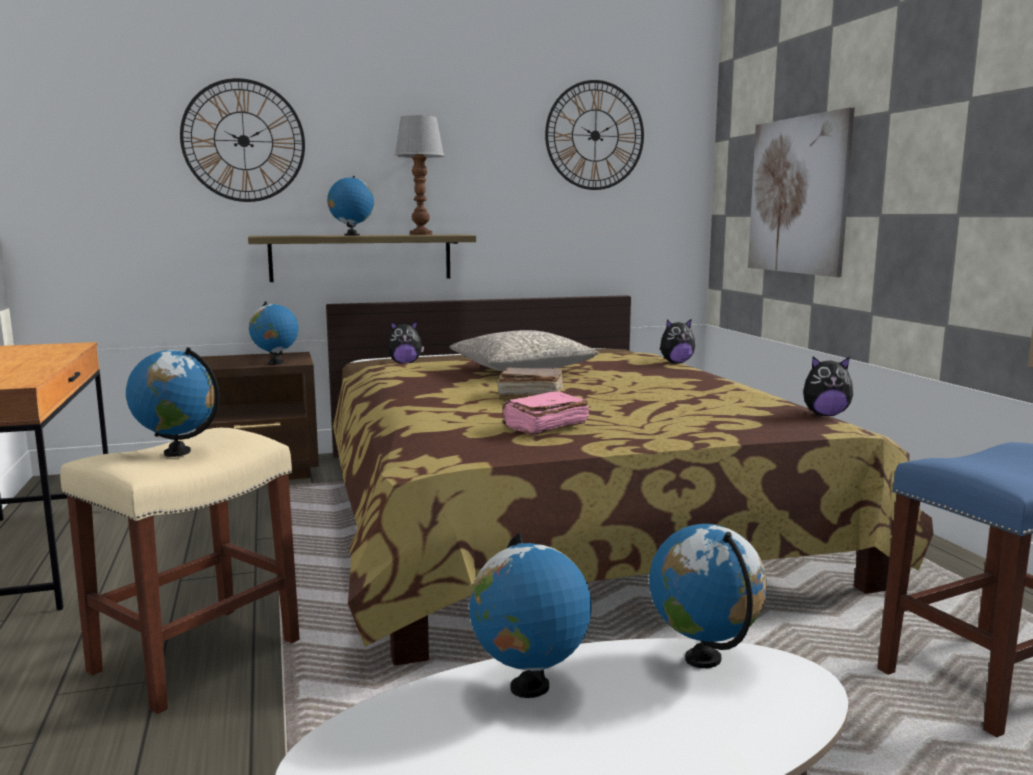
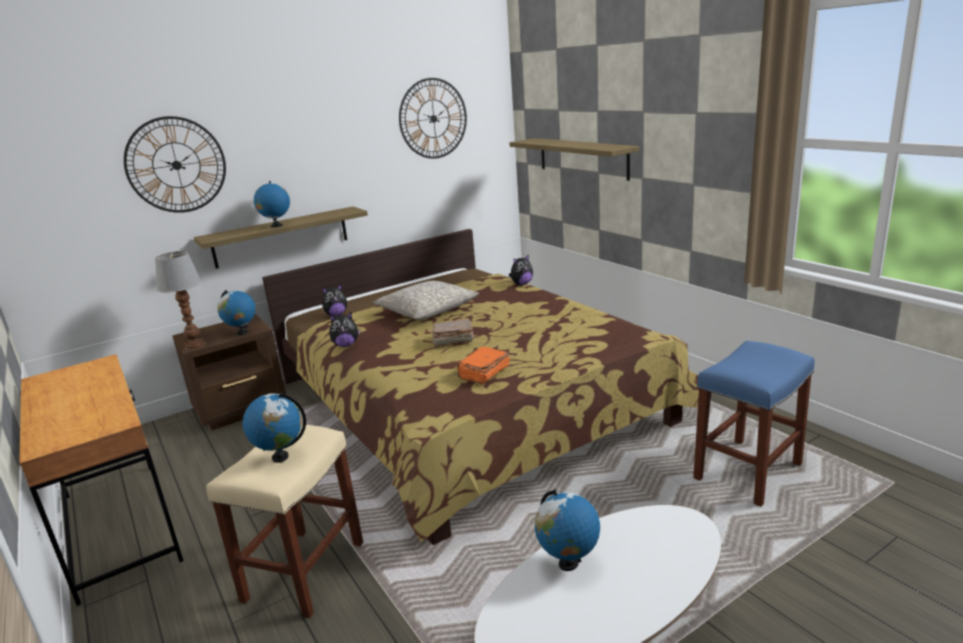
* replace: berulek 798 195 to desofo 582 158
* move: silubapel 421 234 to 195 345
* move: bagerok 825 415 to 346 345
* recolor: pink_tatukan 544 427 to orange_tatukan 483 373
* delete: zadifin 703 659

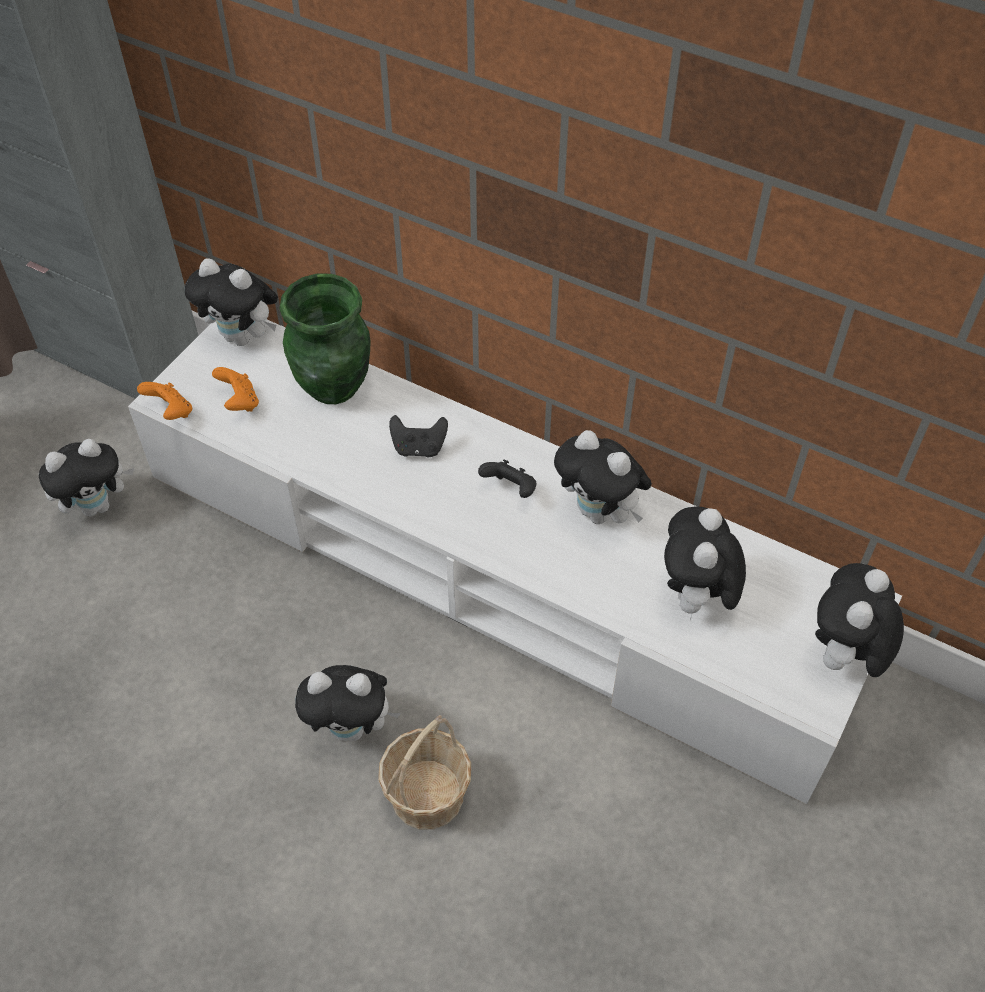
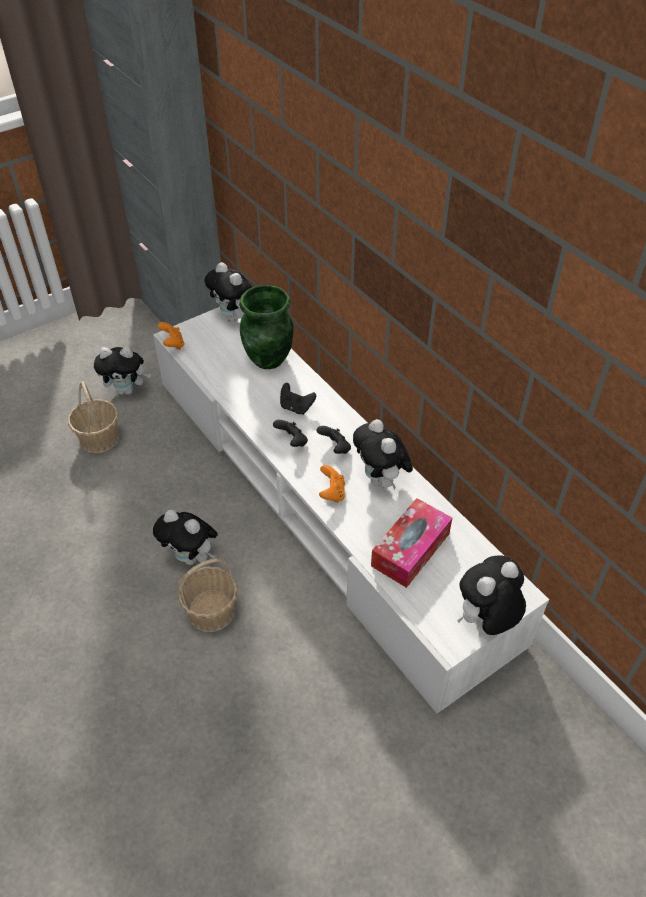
* move: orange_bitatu 239 402 to 332 493
* replace: bagerok 695 598 to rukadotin 410 549
* insert: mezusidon 99 438
* insert: black_bitatu 292 441

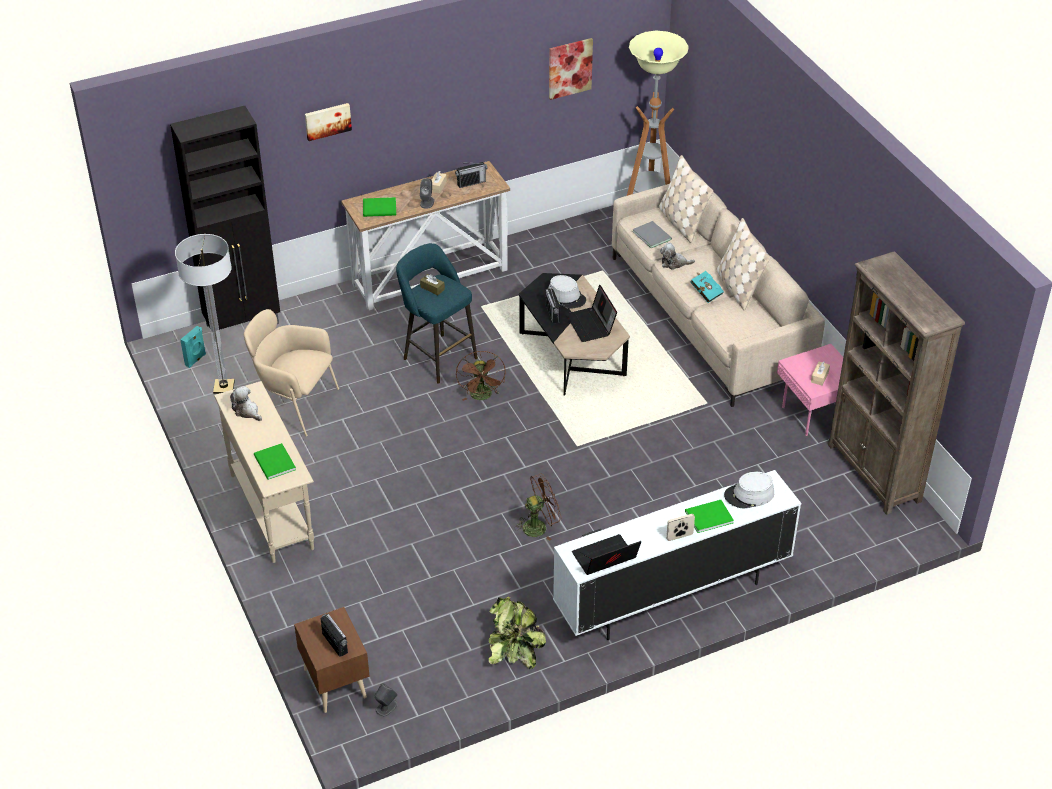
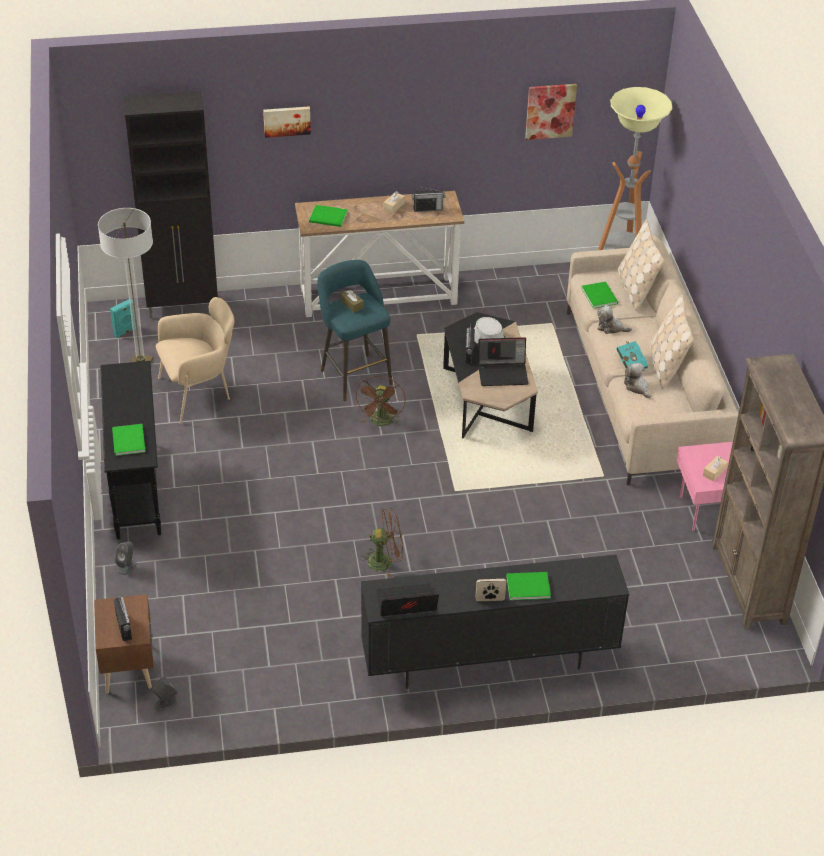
* move: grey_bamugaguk 427 202 to 127 566
* recolor: grey_tatukan 652 235 to green_tatukan 599 295
* rotate: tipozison 591 325 = 503 373 90 degrees counterclockwise
* rotate: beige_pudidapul 294 404 = 199 392 120 degrees clockwise
* recolor: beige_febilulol 272 511 to black_febilulol 137 489
* move: bagerok 247 411 to 637 387
* recolor: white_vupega 671 596 to black_vupega 487 661
* delete: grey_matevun 749 495
* delete: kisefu 513 649

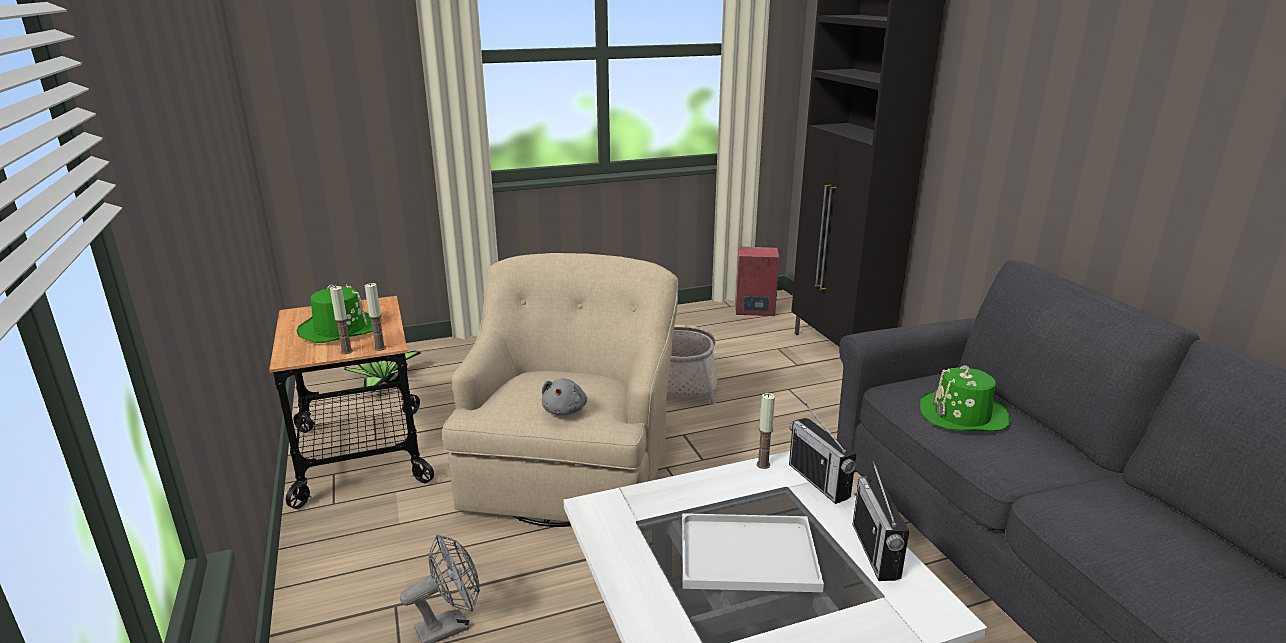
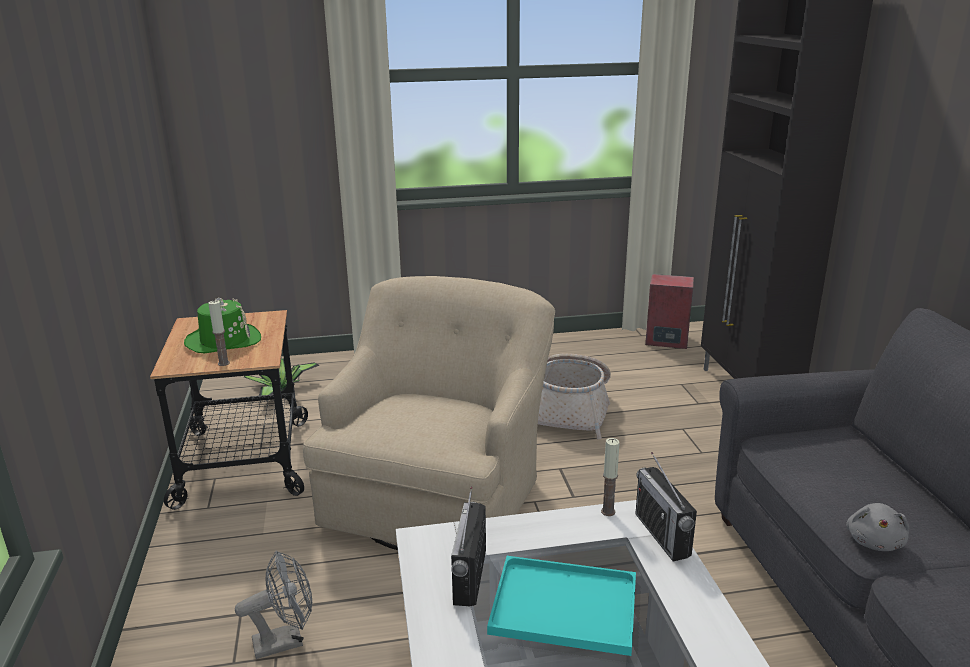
* delete: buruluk 380 348
* delete: green_matevun 963 415
* move: grey_bagerok 565 410 to 874 541
* move: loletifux 875 551 to 470 576
* recolor: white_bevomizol 745 555 to turquoise_bevomizol 561 607

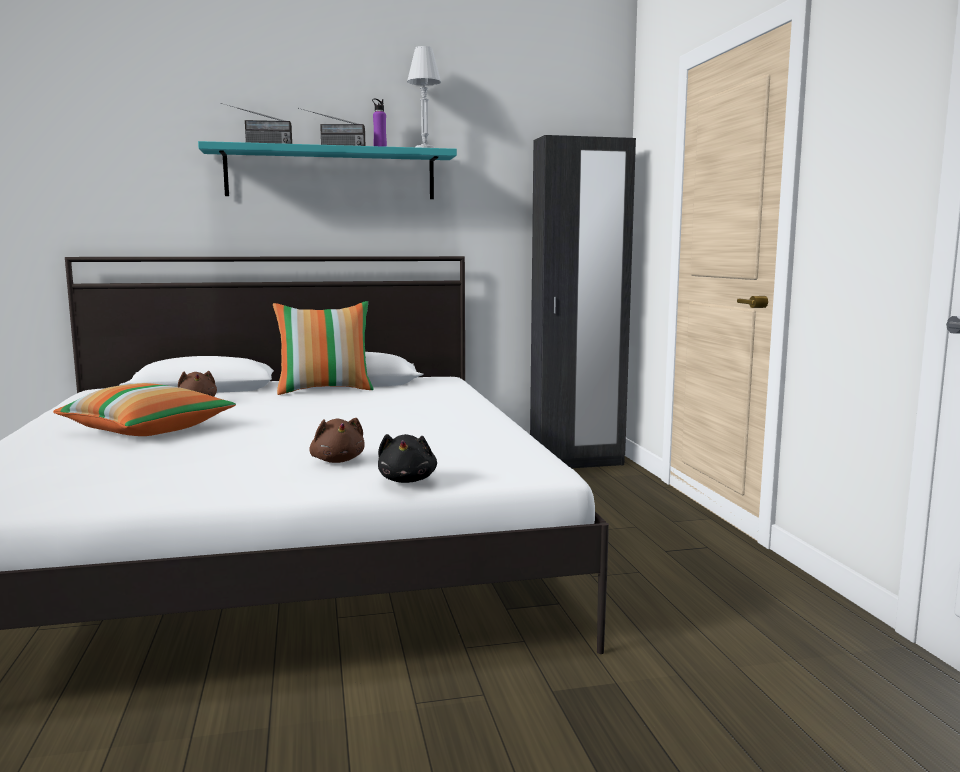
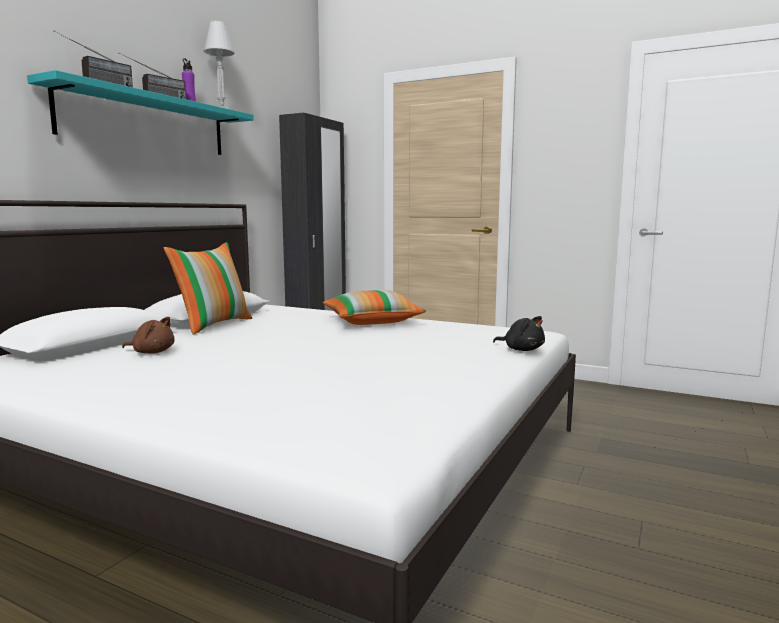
* move: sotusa 148 430 to 372 322
* delete: brown_bagerok 337 460

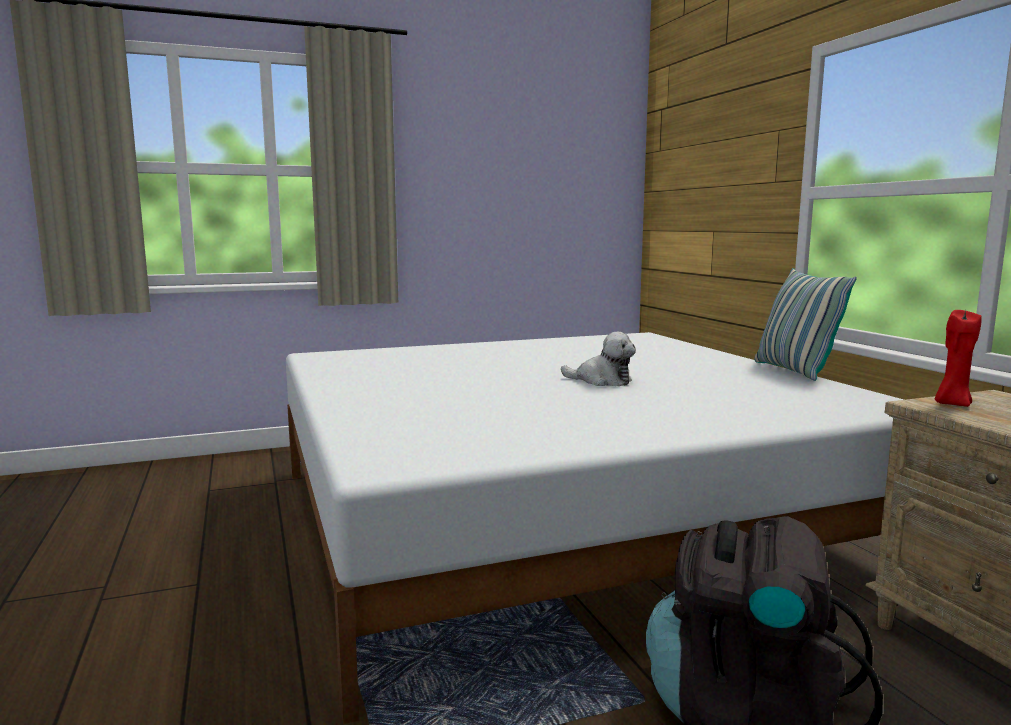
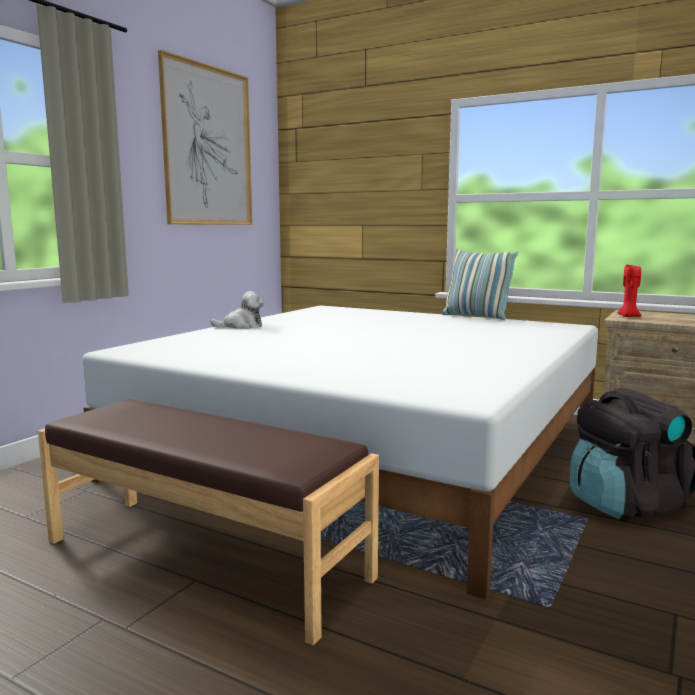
* move: bagerok 601 381 to 241 326
* insert: berulek 208 146
* insert: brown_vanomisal 205 558

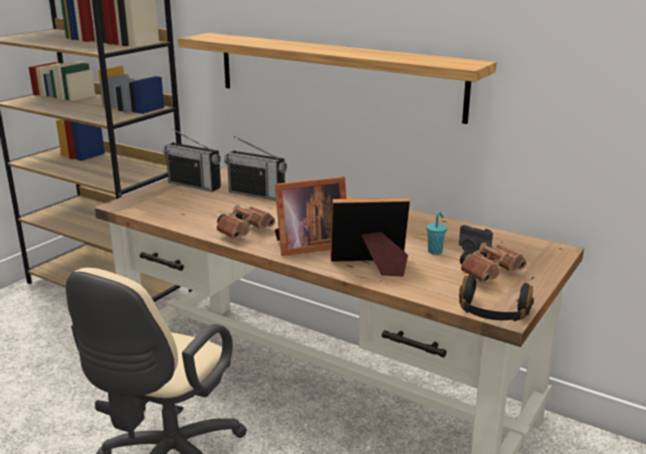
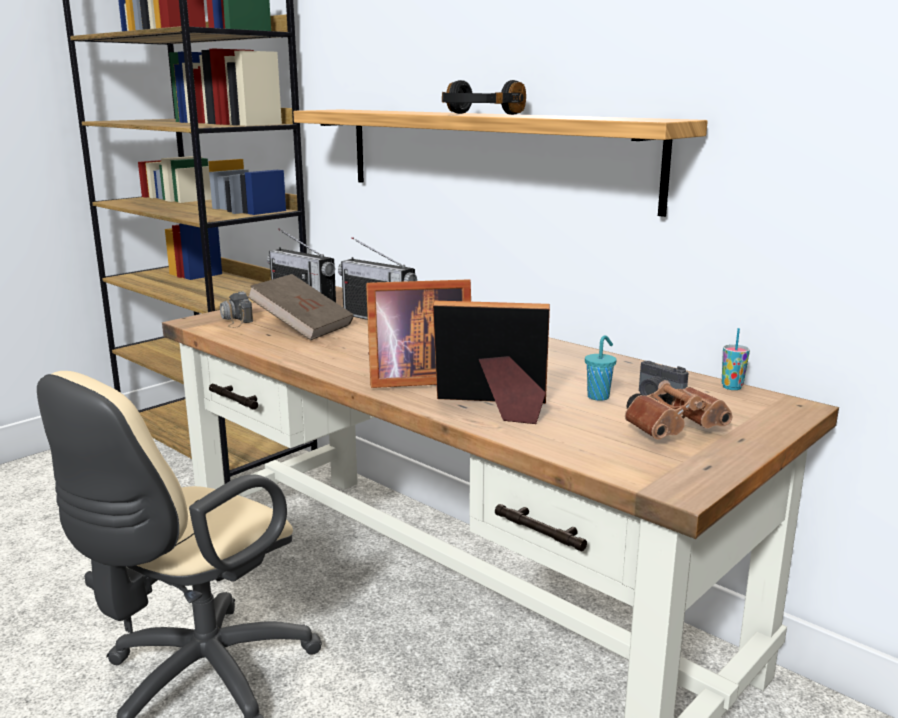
* delete: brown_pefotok 245 232
* move: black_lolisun 493 314 to 479 114
* insert: brown_tatukan 302 327
* insert: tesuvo 235 319
* insert: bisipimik 732 387

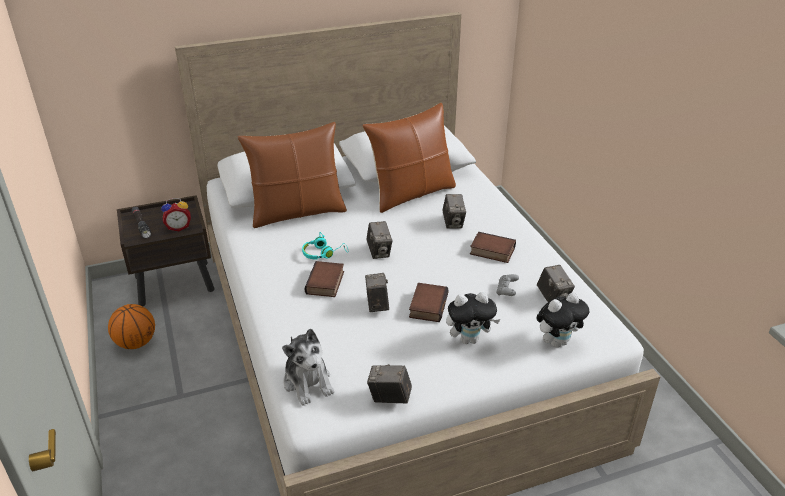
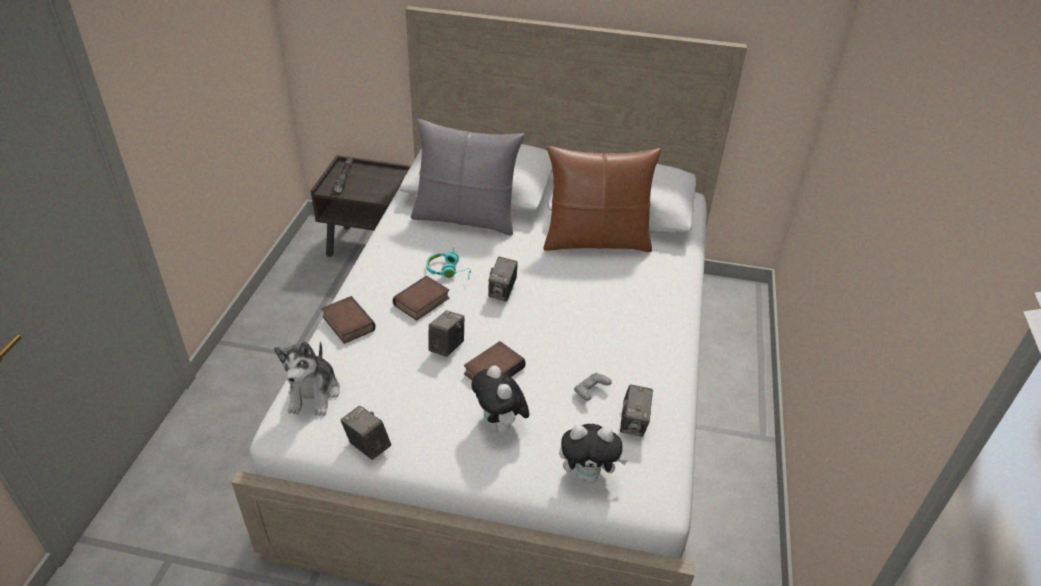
* recolor: brown_sotusa 297 212 to grey_sotusa 465 218
* delete: tesuvo 453 223
* delete: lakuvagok 178 227
* move: tatukan 491 251 to 346 323
* rotate: bagerok 469 339 = 500 425 45 degrees clockwise
* delete: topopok 136 343

